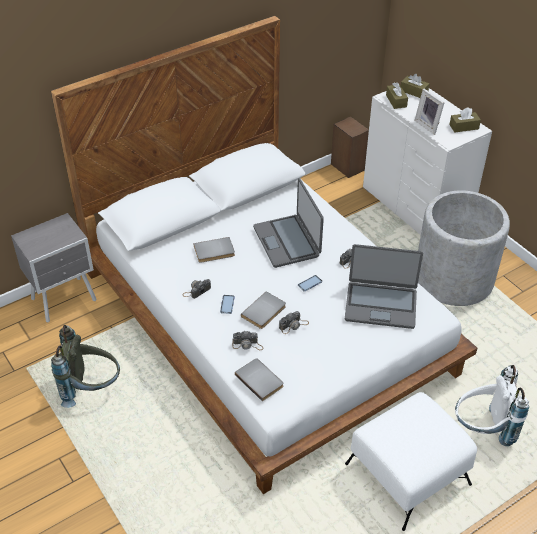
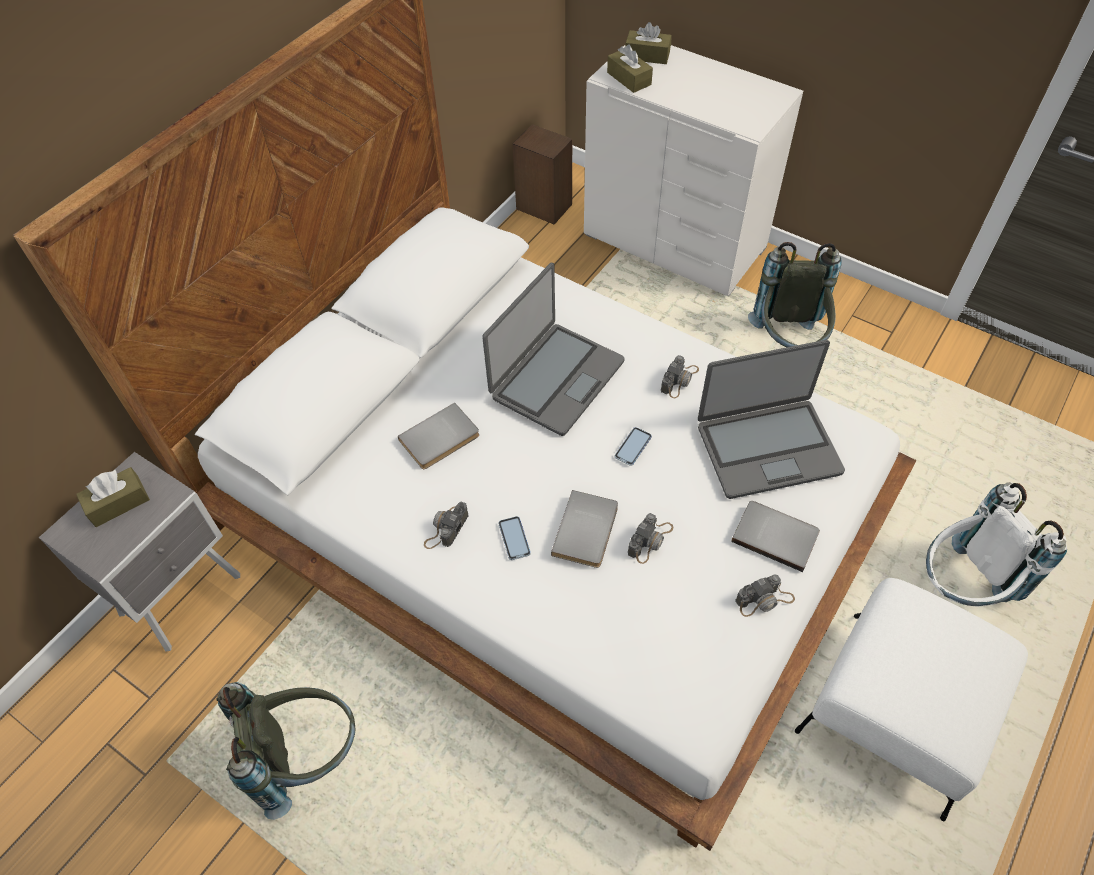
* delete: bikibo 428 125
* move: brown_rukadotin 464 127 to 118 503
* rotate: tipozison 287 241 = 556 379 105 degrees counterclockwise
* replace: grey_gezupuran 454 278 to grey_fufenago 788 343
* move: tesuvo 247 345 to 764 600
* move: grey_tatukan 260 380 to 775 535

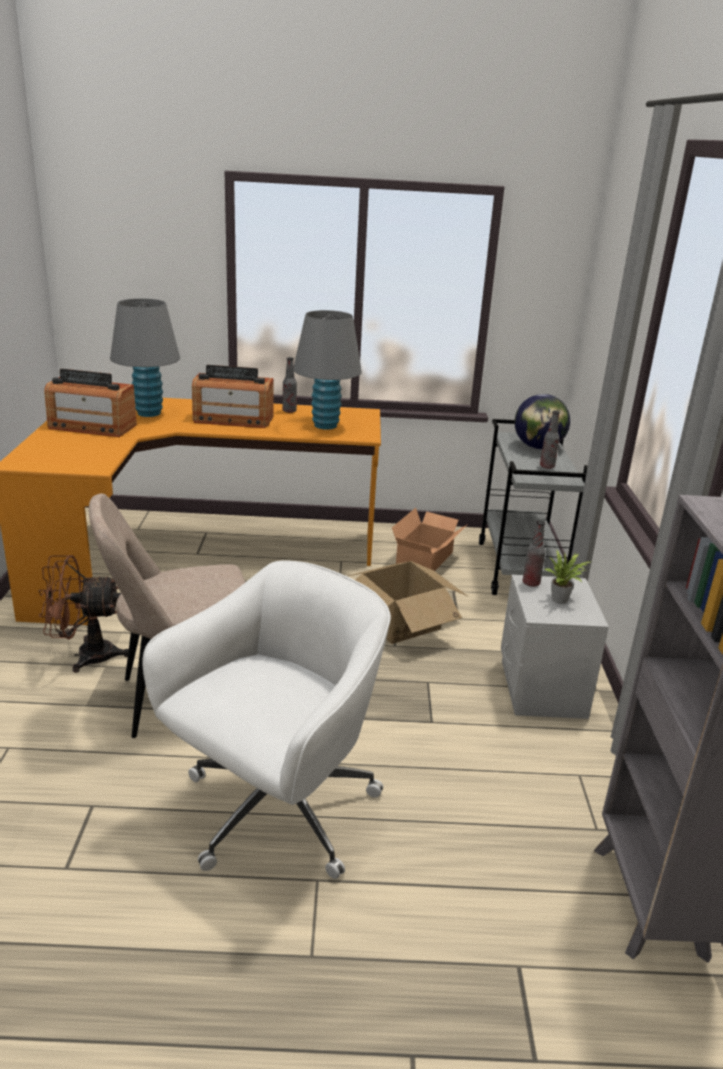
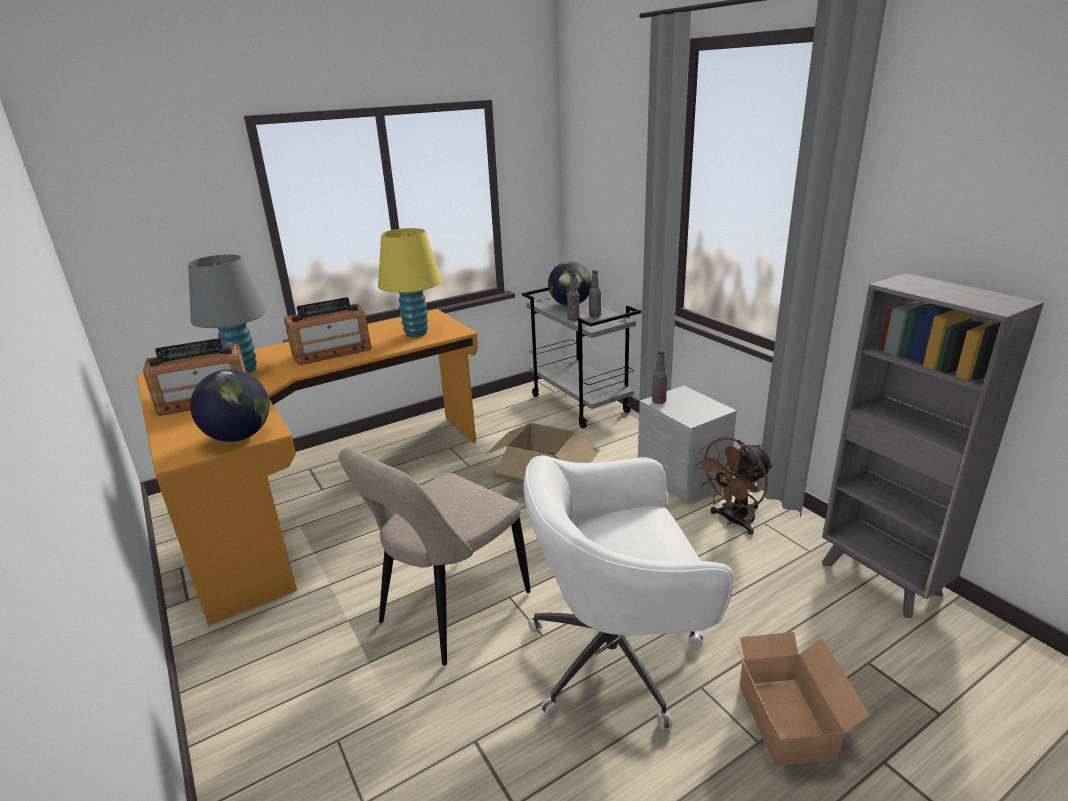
* recolor: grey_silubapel 325 425 to yellow_silubapel 416 333
* move: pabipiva 289 411 to 573 319
* move: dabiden 427 558 to 788 717
* delete: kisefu 562 600
* move: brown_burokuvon 85 655 to 733 521
* rotate: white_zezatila 275 812 = 618 657 105 degrees counterclockwise
* insert: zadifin 239 437

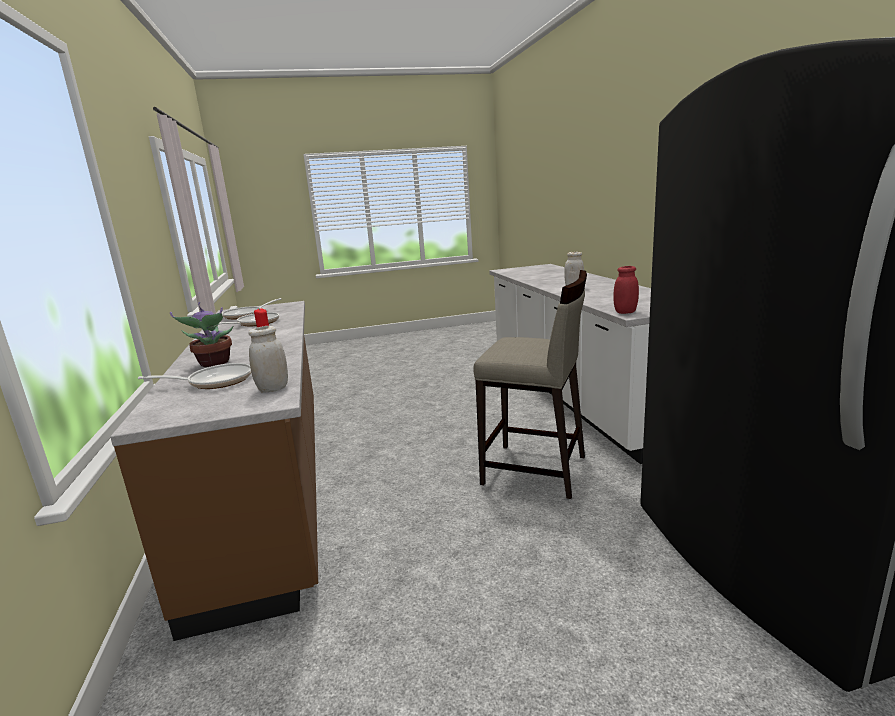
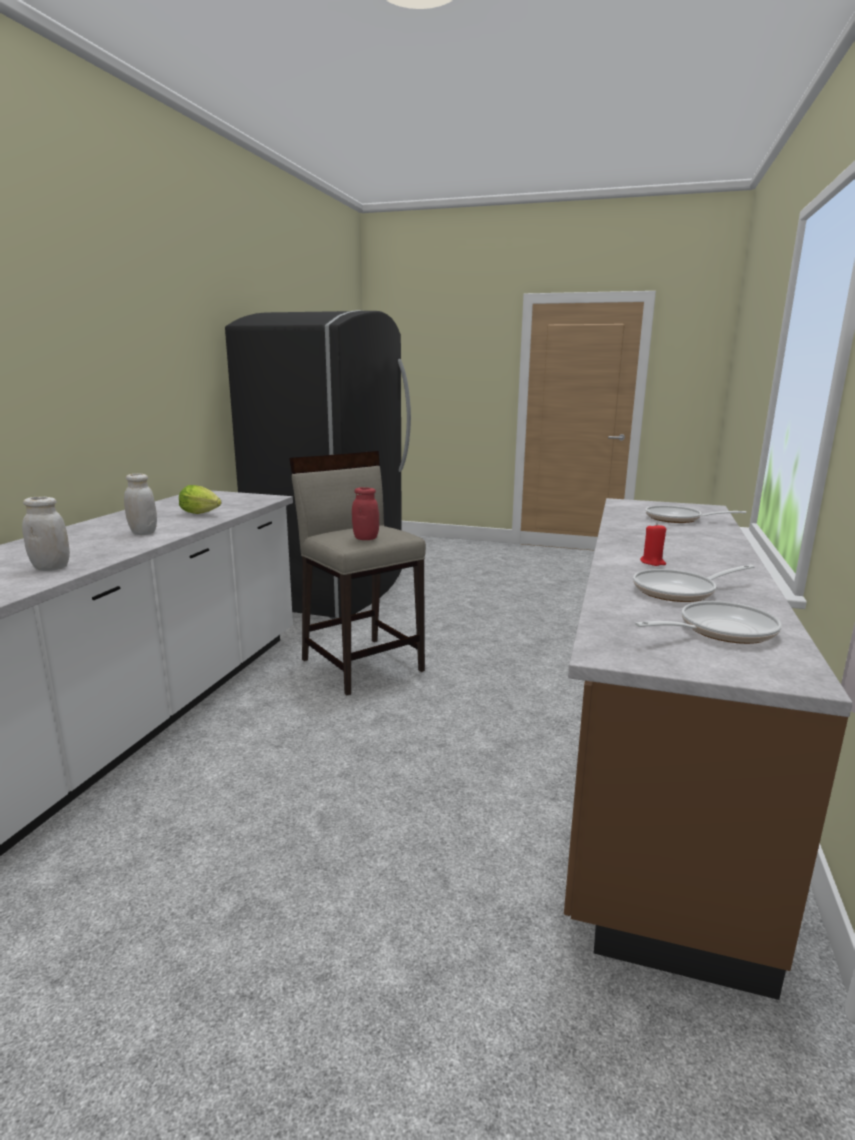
* move: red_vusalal 625 312 to 366 538
* delete: kisefu 214 364
* move: white_vusalal 273 389 to 51 568
* insert: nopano 202 514

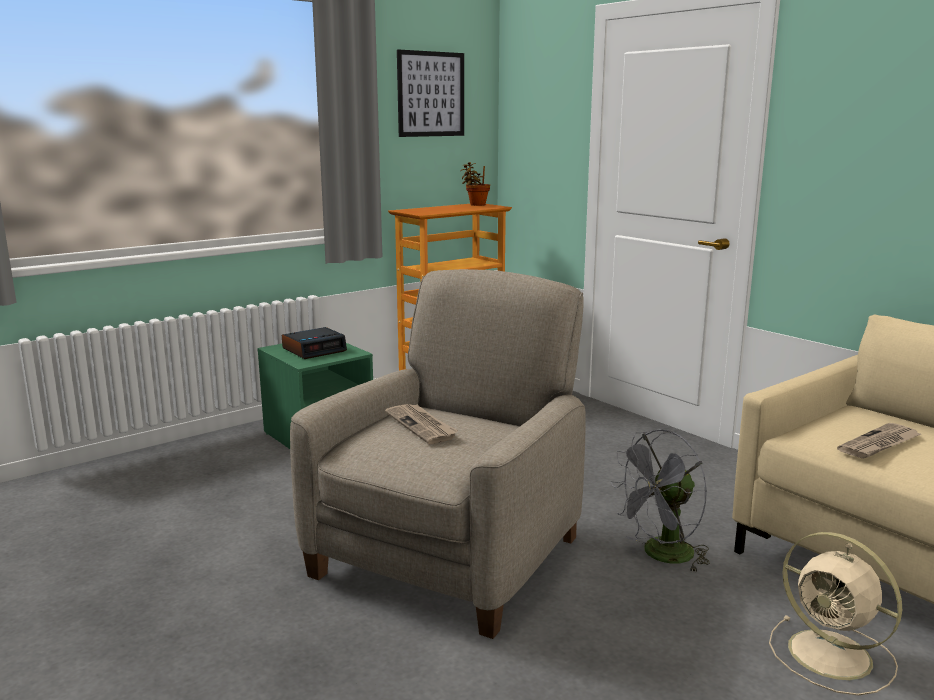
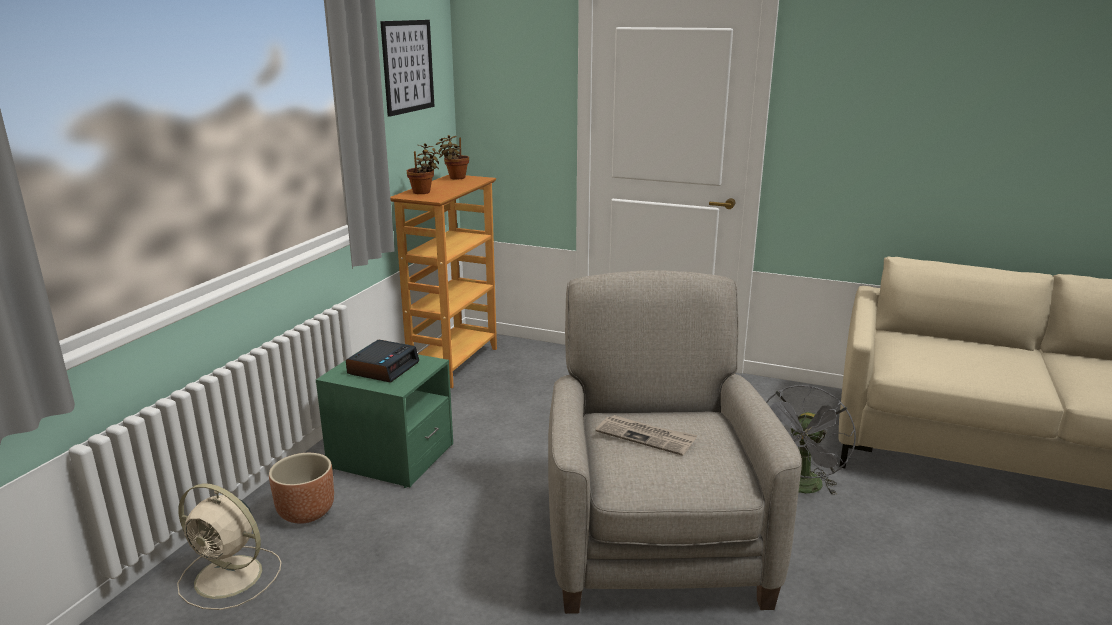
* delete: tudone 879 444
* move: beige_burokuvon 833 656 to 231 577
* insert: kisefu 423 192
* insert: brown_gezupuran 306 512

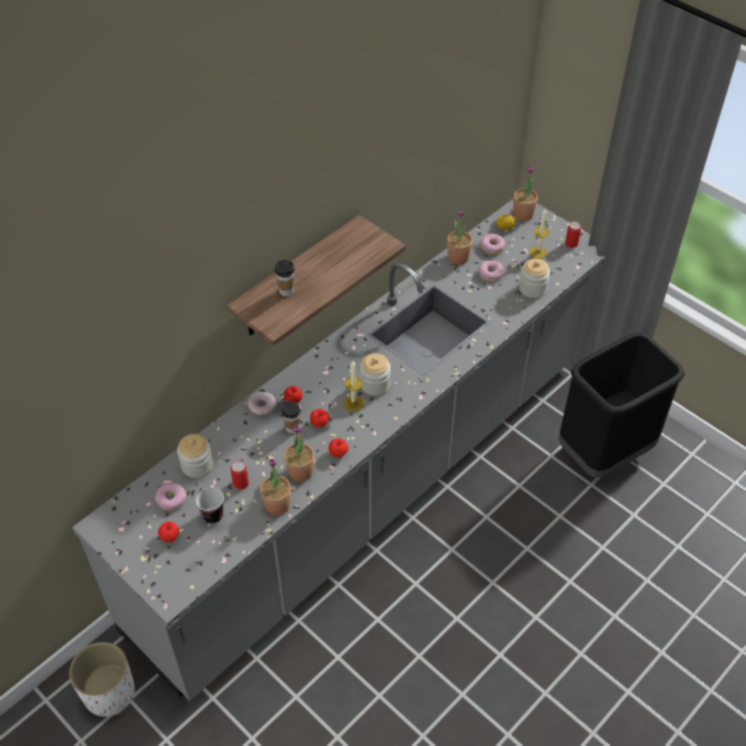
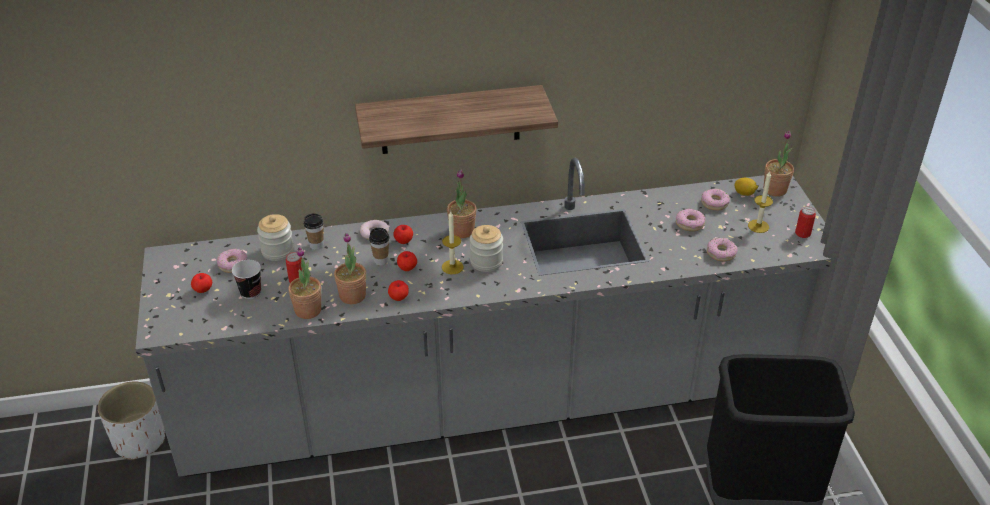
* move: kisefu 458 257 to 462 231
* replace: vusalal 532 289 to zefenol 721 253
* move: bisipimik 286 291 to 316 245

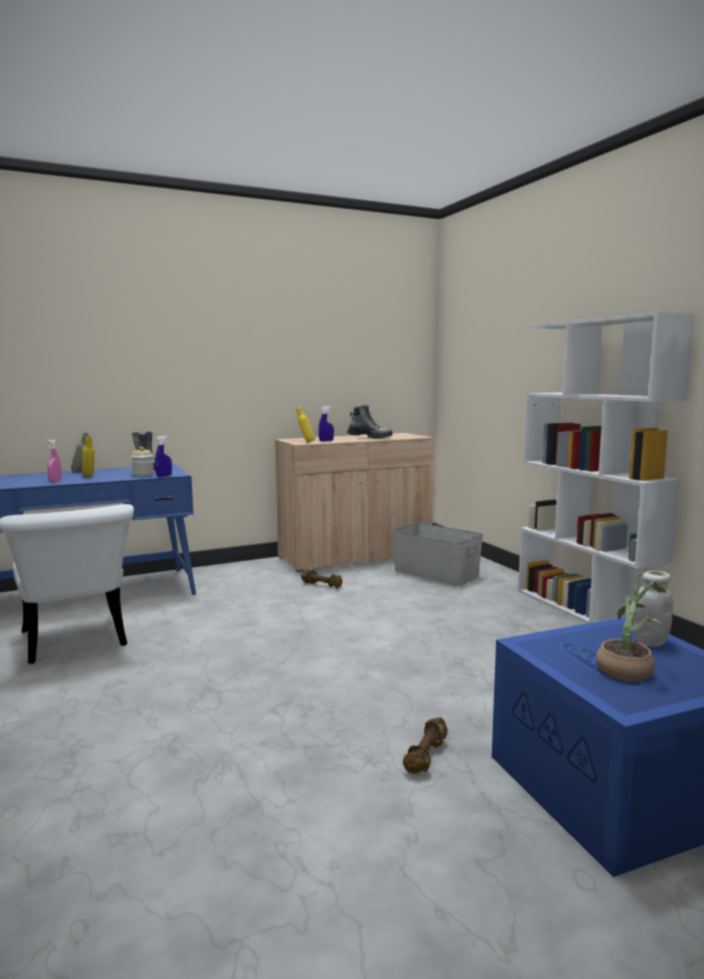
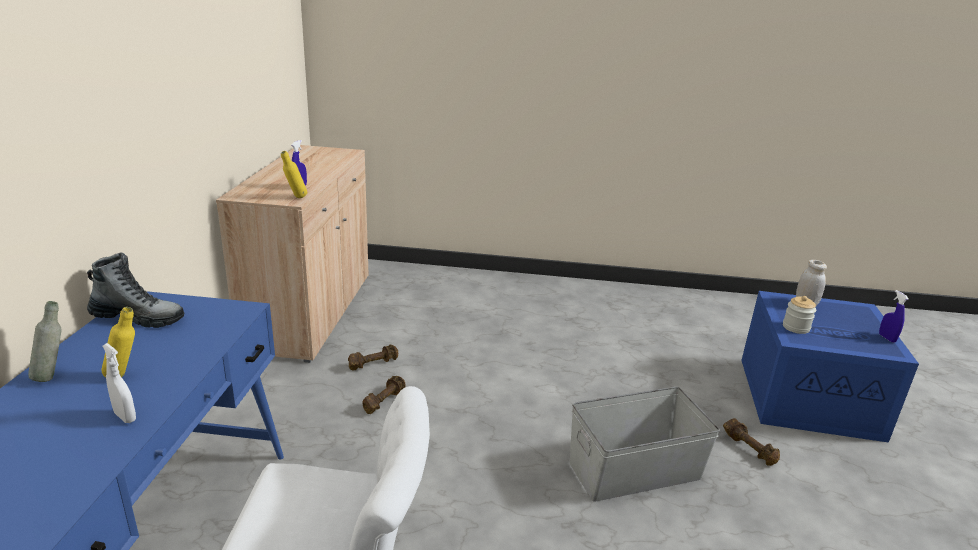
* delete: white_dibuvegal 586 611
* delete: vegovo 369 437
* move: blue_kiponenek 164 476 to 887 338
* recolor: pink_kiponenek 55 481 to white_kiponenek 125 417
* move: vusalal 143 475 to 796 327
* move: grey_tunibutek 436 574 to 635 471
* delete: kisefu 627 668
* insert: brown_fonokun 383 401

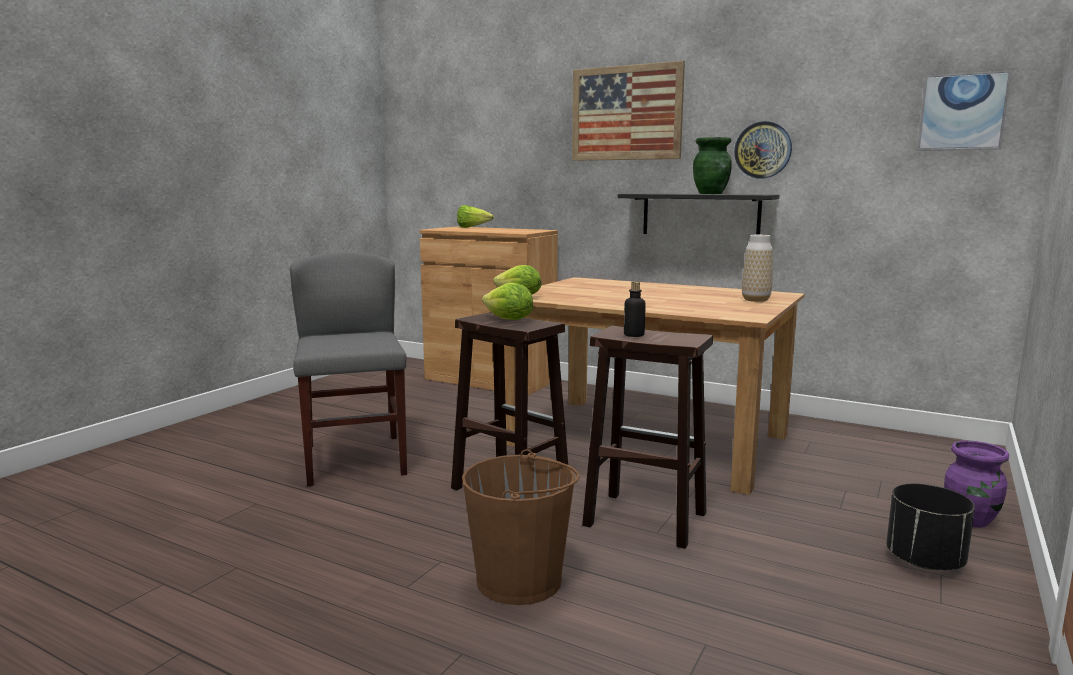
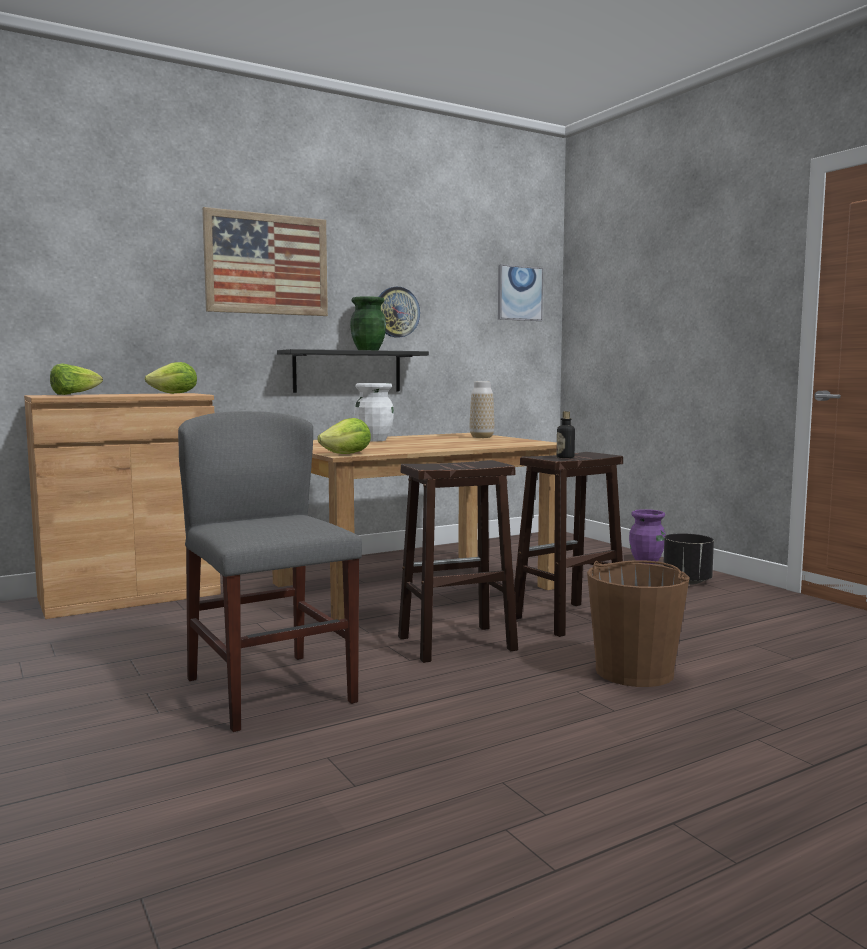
* rotate: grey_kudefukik 355 459 = 270 690 45 degrees clockwise
* move: nopano 508 320 to 175 393
* insert: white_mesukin 374 440

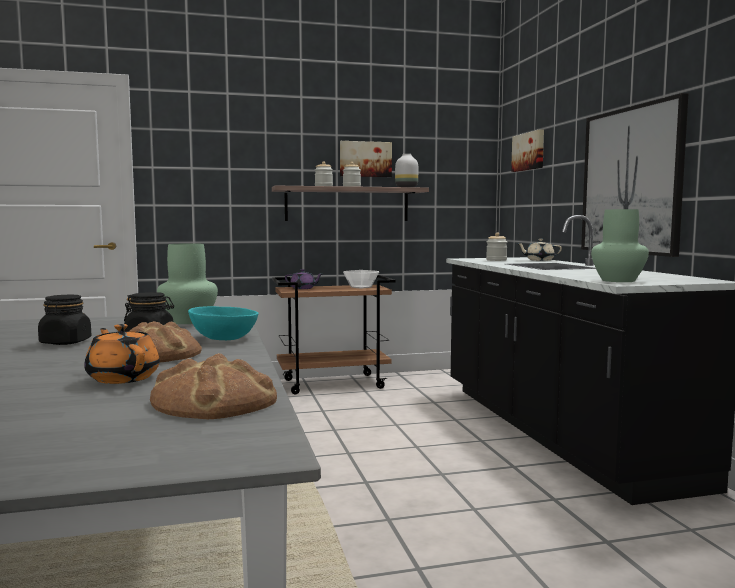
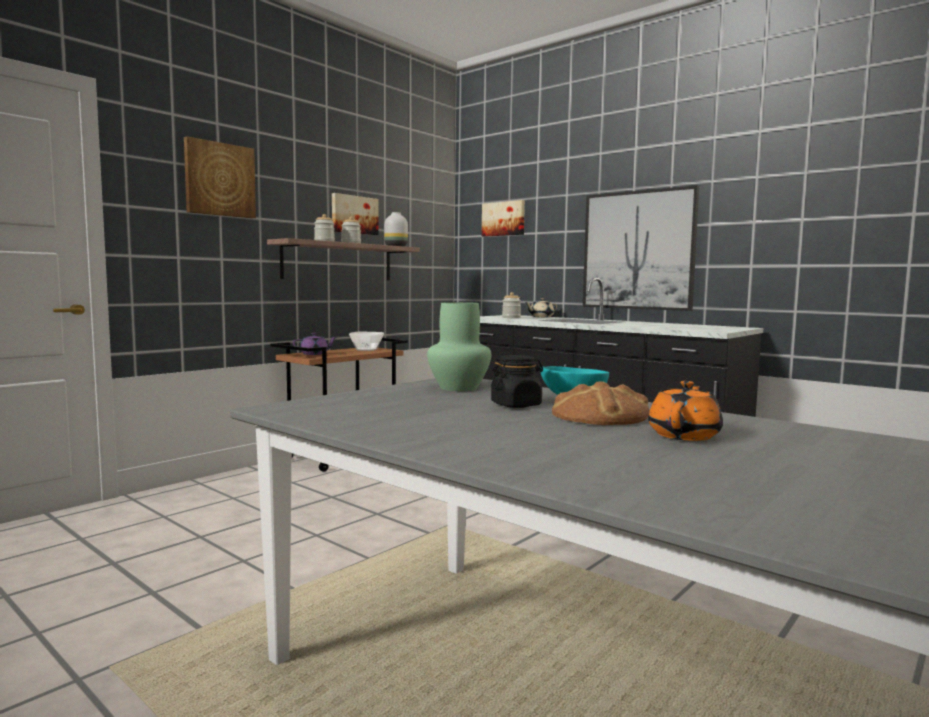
* delete: green_mesukin 617 280
* delete: black_vusalal 65 342
* rotate: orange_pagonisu 123 378 = 685 435 105 degrees clockwise
* delete: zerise 216 400
* insert: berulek 219 179

